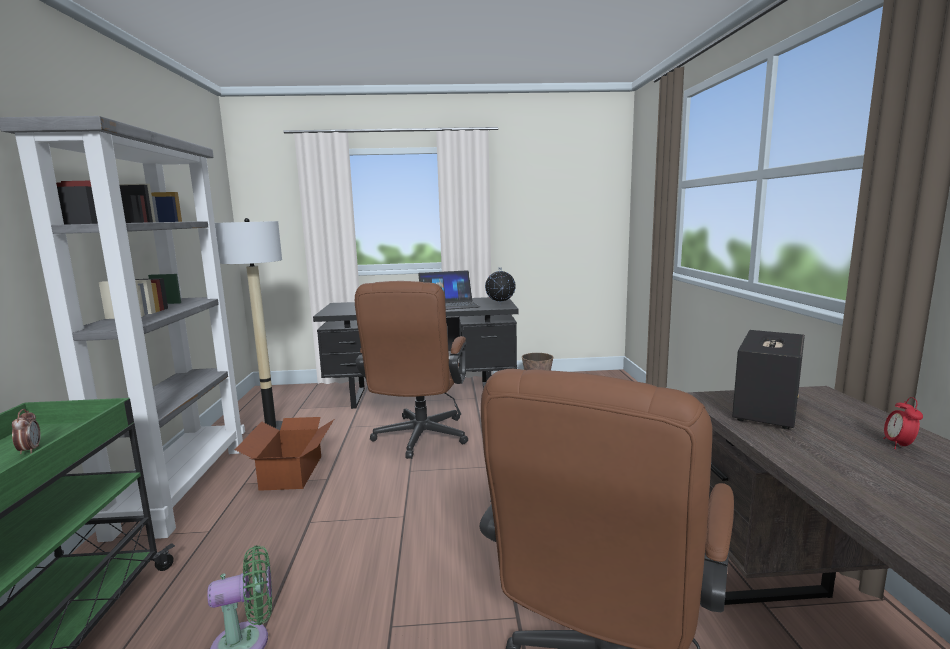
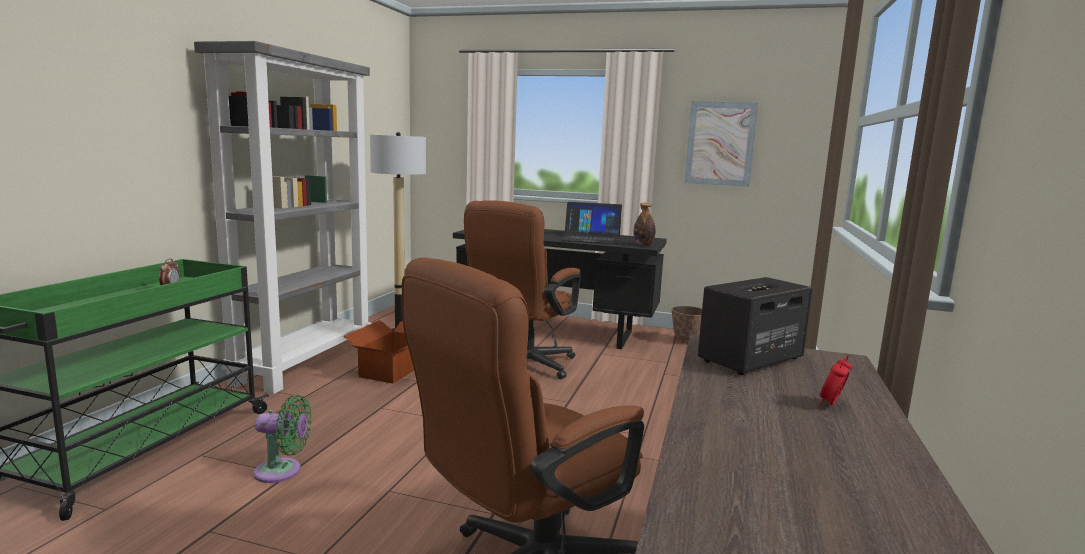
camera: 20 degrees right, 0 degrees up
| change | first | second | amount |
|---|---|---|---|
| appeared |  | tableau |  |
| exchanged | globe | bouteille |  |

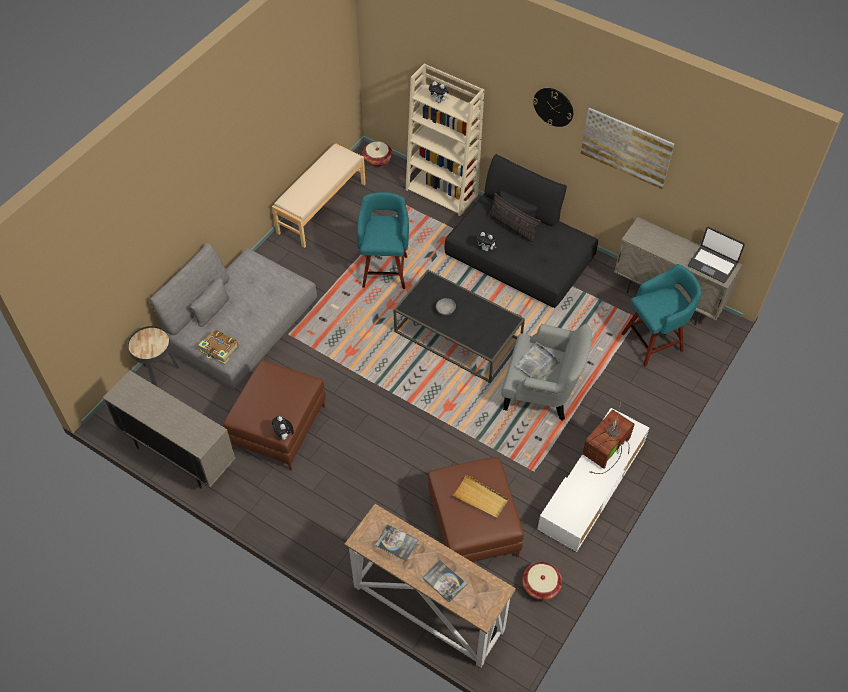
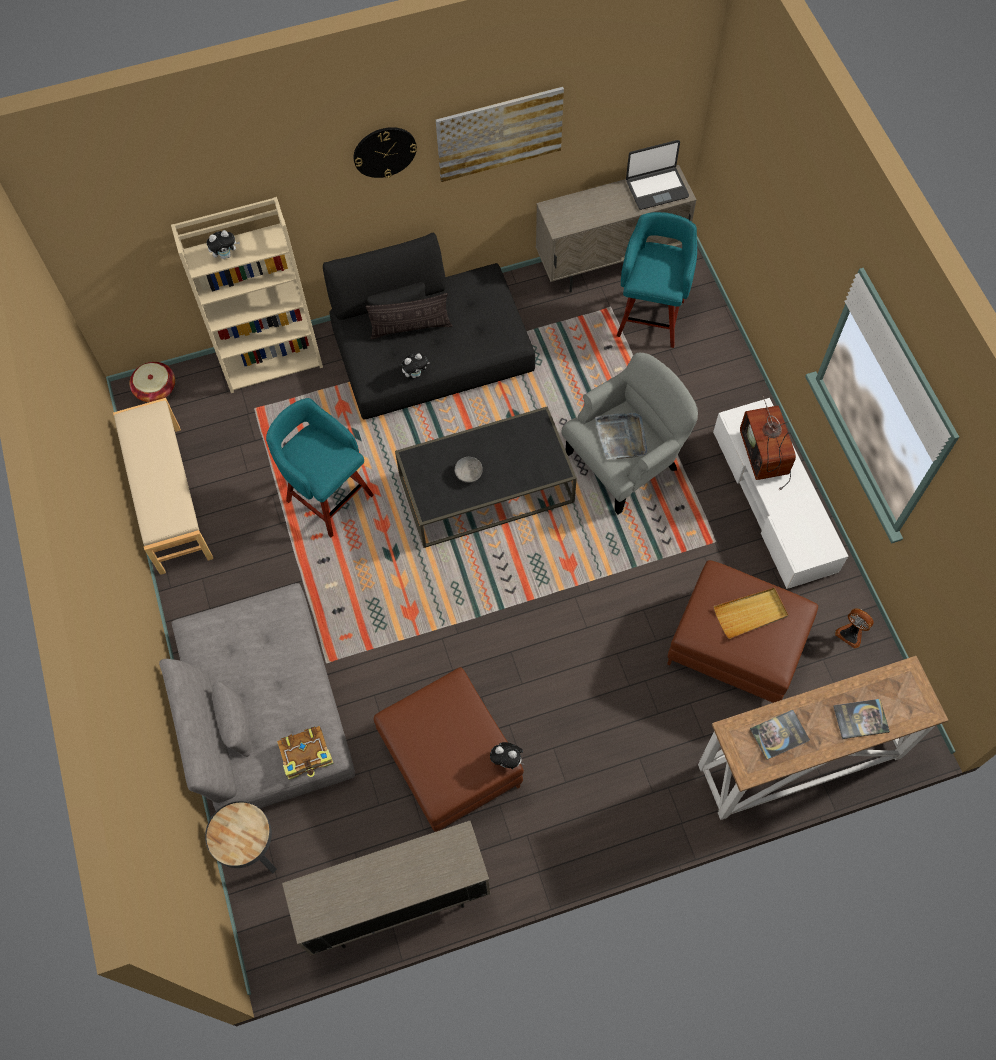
camera: 50 degrees left, 10 degrees up
| change | first | second | amount |
|---|---|---|---|
| exchanged | panier (no. 2 from left) | ventilateur |  |

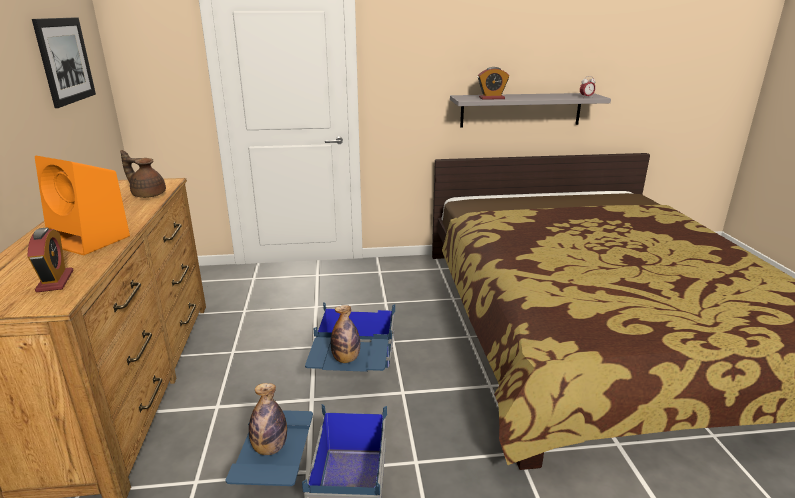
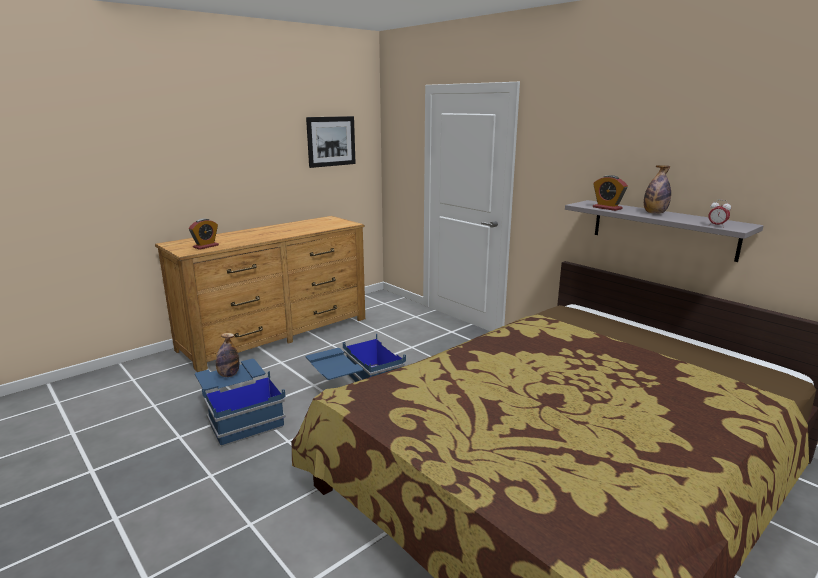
camera: 55 degrees right, 5 degrees down
| change | first | second | amount |
|---|---|---|---|
| missing | enceinte/orange |  |  |
| missing | théière/marron |  |  |
| relocated | bouteille (no. 2 from left) |  |  |

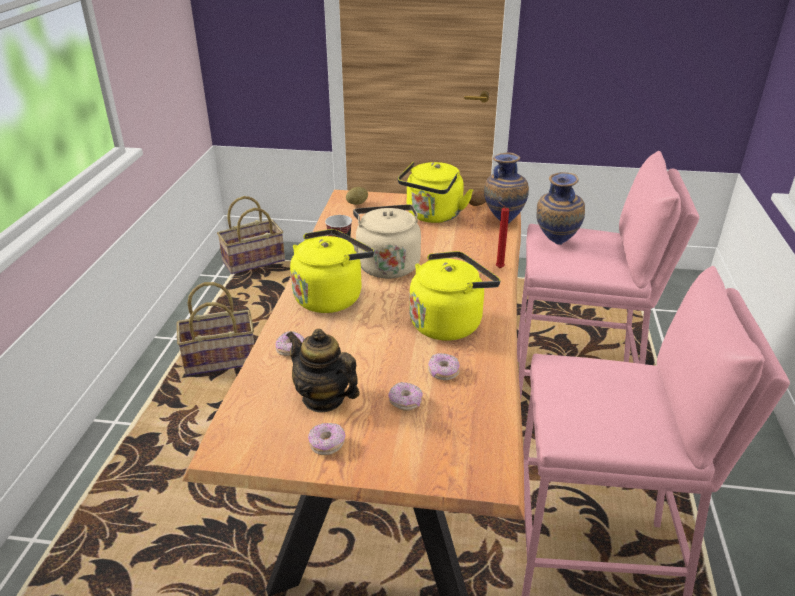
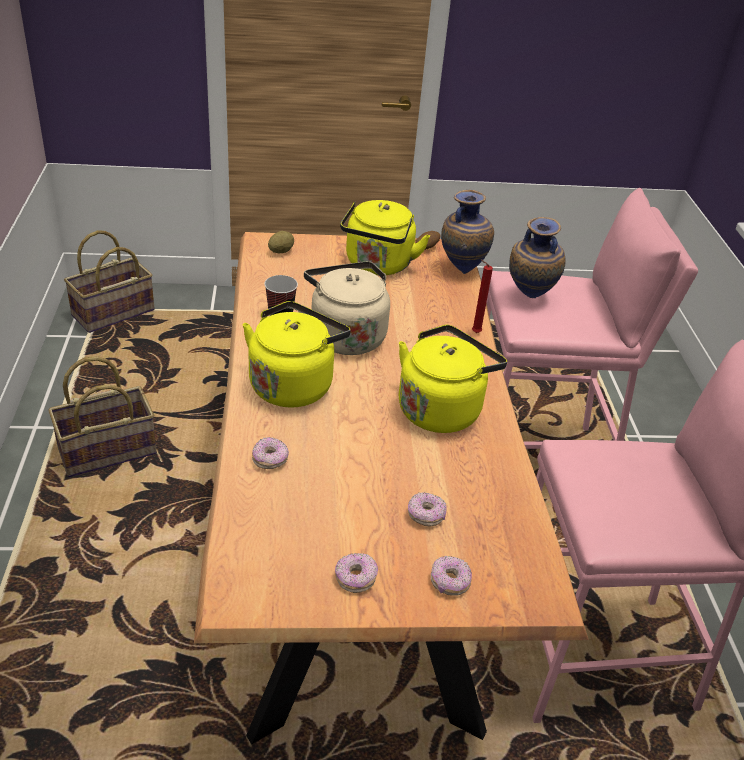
camera: 15 degrees left, 5 degrees up
| change | first | second | amount |
|---|---|---|---|
| missing | théière |  |  |
| relocated | beignet (no. 4 from left) |  |  |

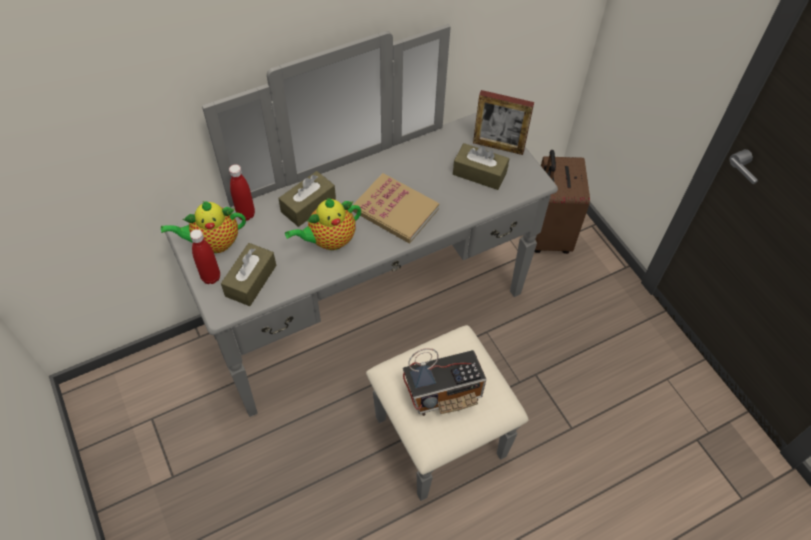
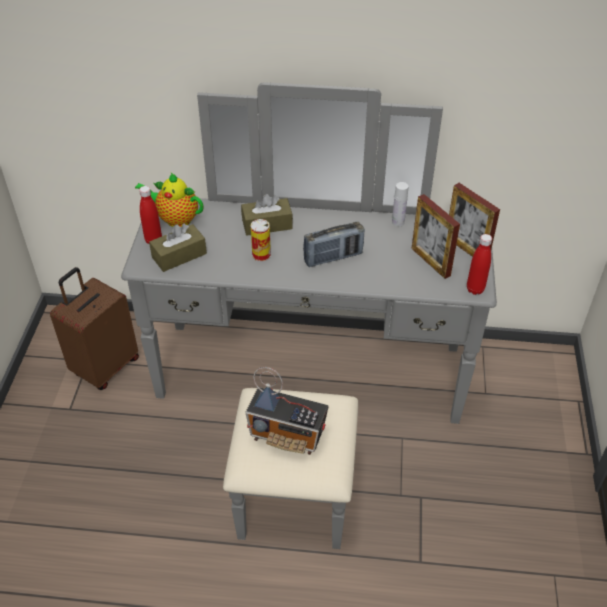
camera: 35 degrees right, 10 degrees down
| change | first | second | amount |
|---|---|---|---|
| appeared |  | bouteille/blanc |  |
| relocated | bouteille/rouge (no. 2 from left) |  |  |
| relocated | valise/marron |  |  |
| exchanged | théière (no. 2 from left) | boîte métallique |  |
| exchanged | livre | radio (no. 2 from left) |  |
| exchanged | boîte à mouchoirs/marron (no. 3 from left) | cadre photo (no. 1 from left) |  |

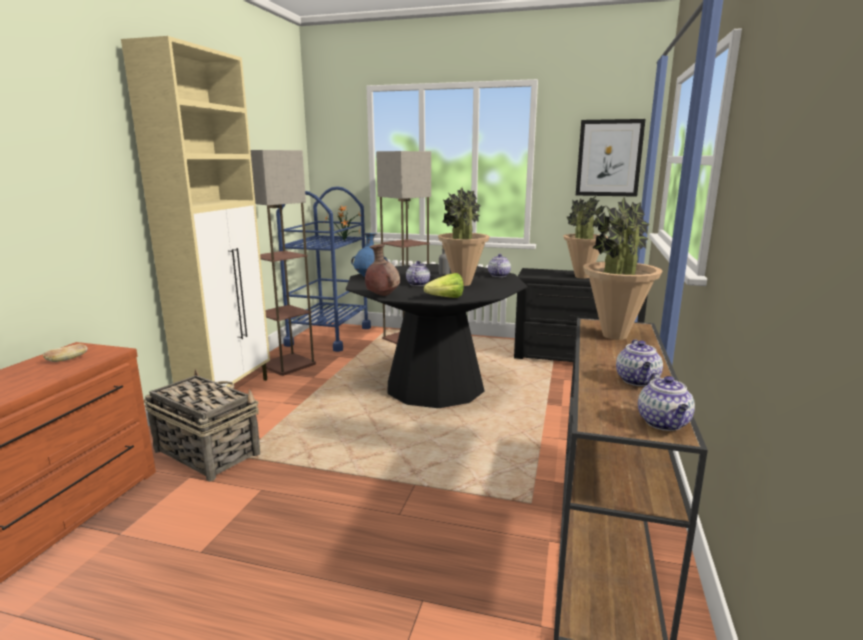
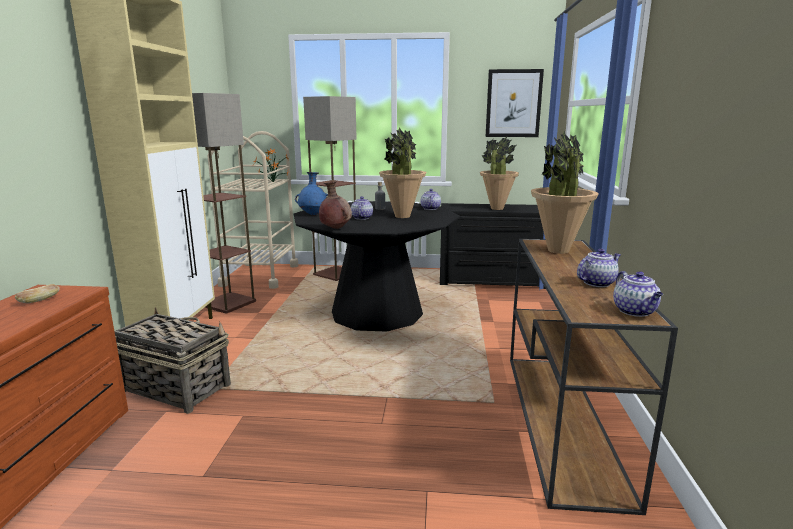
camera: 10 degrees left, 0 degrees up
| change | first | second | amount |
|---|---|---|---|
| missing | laitue |  |  |
| colour | chariot/bleu | chariot/beige |  |
| spun | théière (no. 3 from left) |  | 120 degrees counterclockwise |

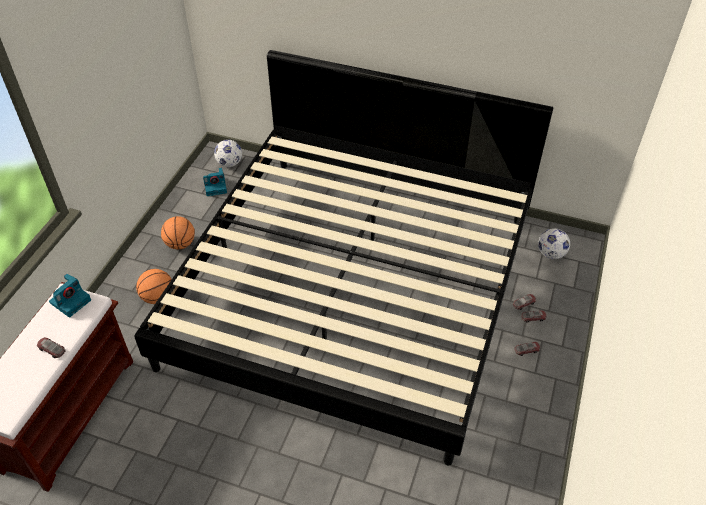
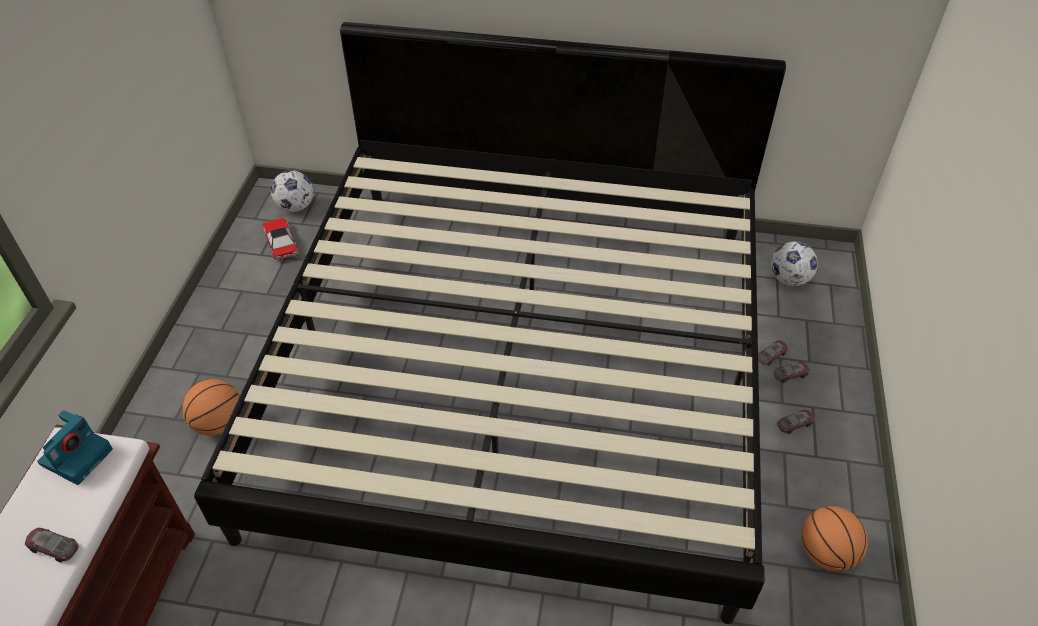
camera: 10 degrees left, 0 degrees up
| change | first | second | amount |
|---|---|---|---|
| relocated | ballon de basket (no. 2 from left) |  |  |
| exchanged | appareil photo (no. 2 from left) | petite voiture (no. 2 from left) |  |

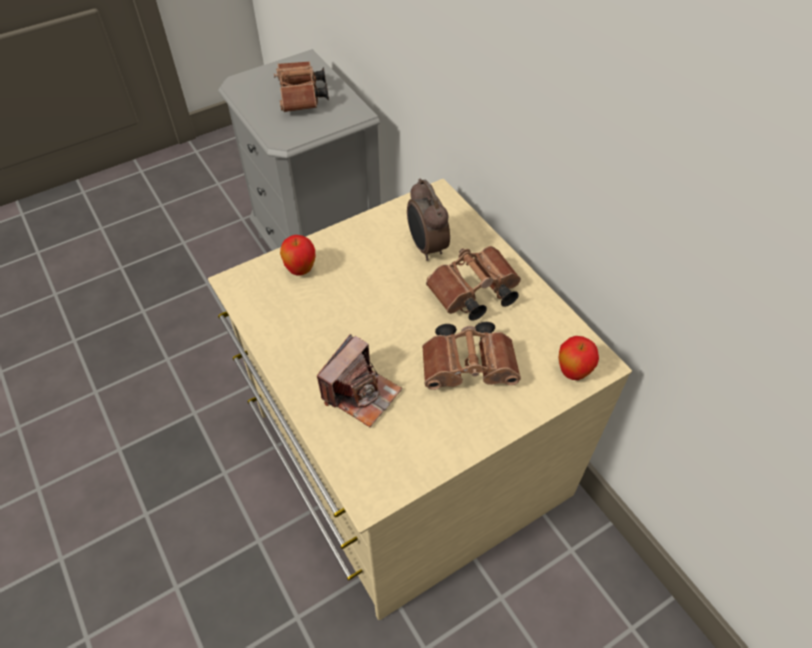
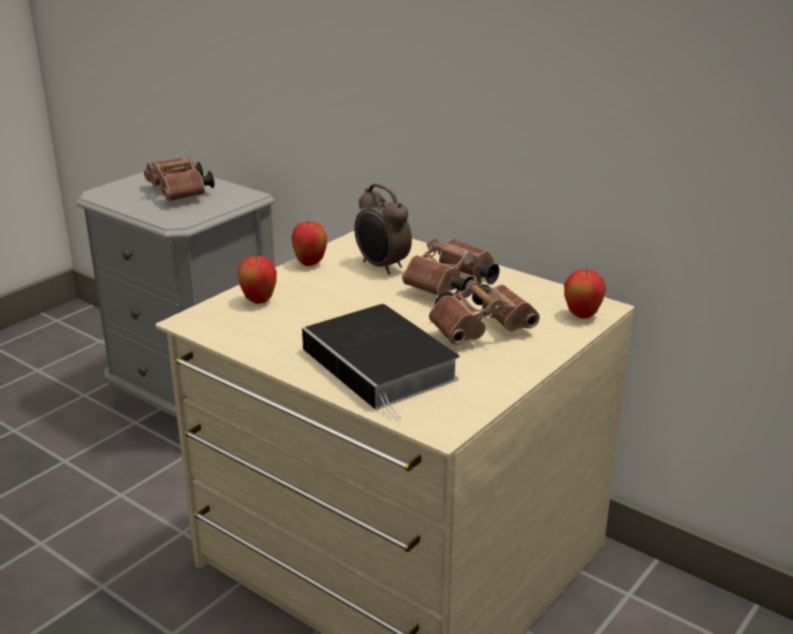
camera: 20 degrees left, 25 degrees down
| change | first | second | amount |
|---|---|---|---|
| appeared |  | pomme (no. 2 from left) |  |
| exchanged | appareil photo | livre |  |

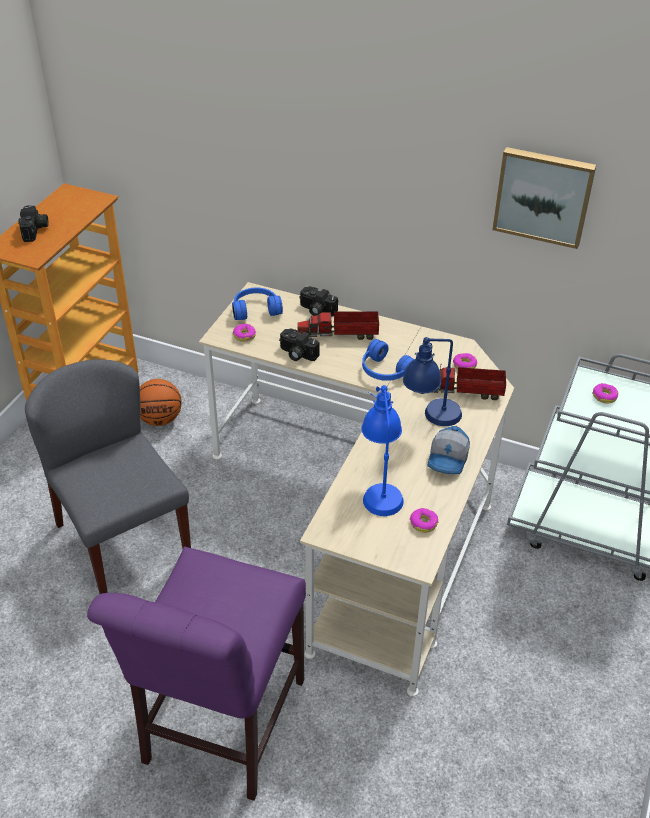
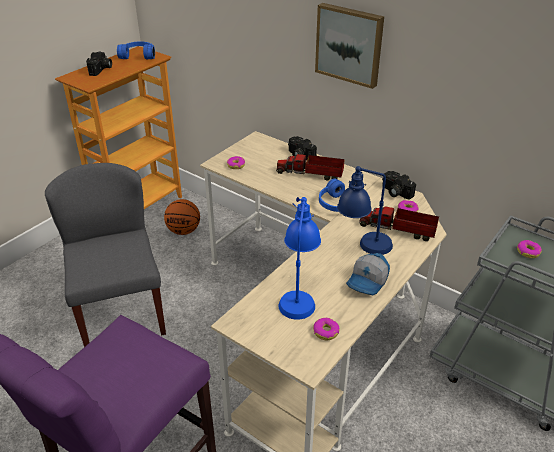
camera: 15 degrees right, 5 degrees down
| change | first | second | amount |
|---|---|---|---|
| relocated | casque audio/bleu (no. 1 from left) |  |  |
| relocated | appareil photo (no. 2 from left in the first image) | appareil photo (no. 3 from left) |  |
| relocated | tableau |  |  |

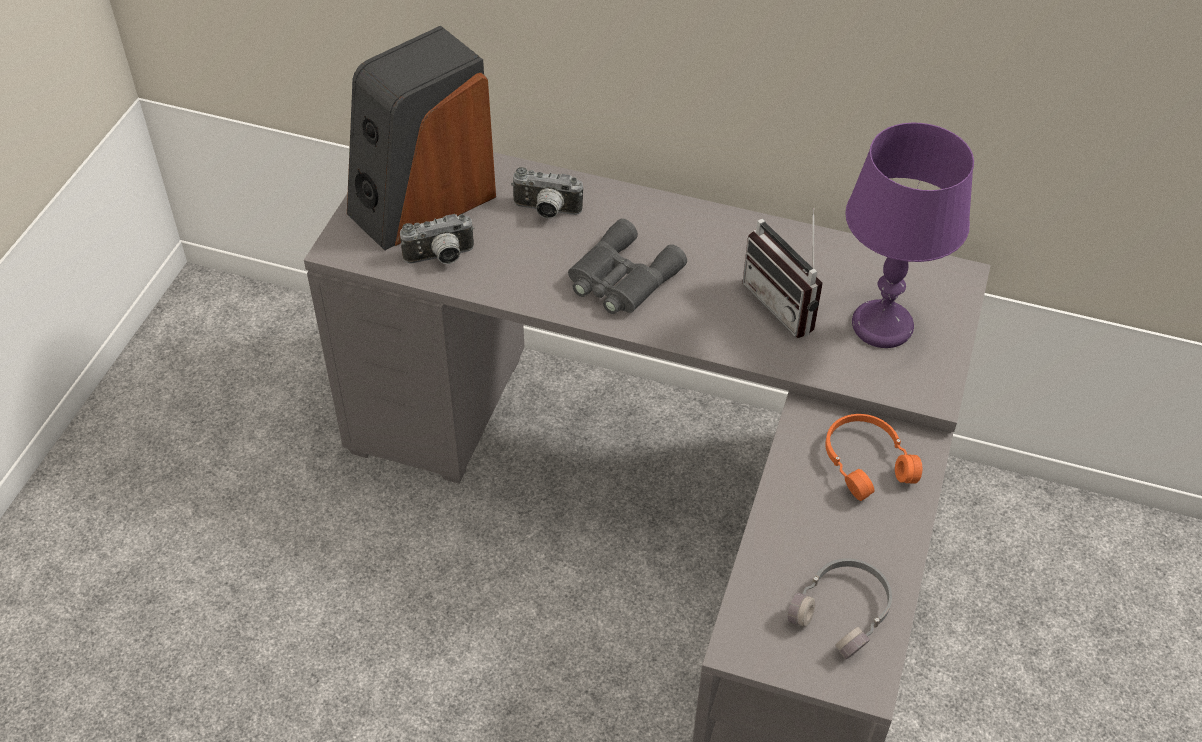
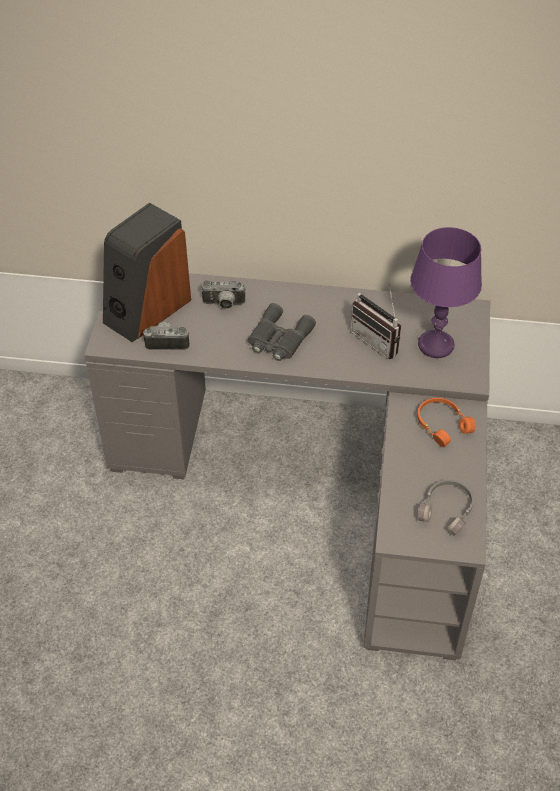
camera: 10 degrees left, 0 degrees up
| change | first | second | amount |
|---|---|---|---|
| spun | appareil photo (no. 1 from left) |  | 150 degrees counterclockwise |

